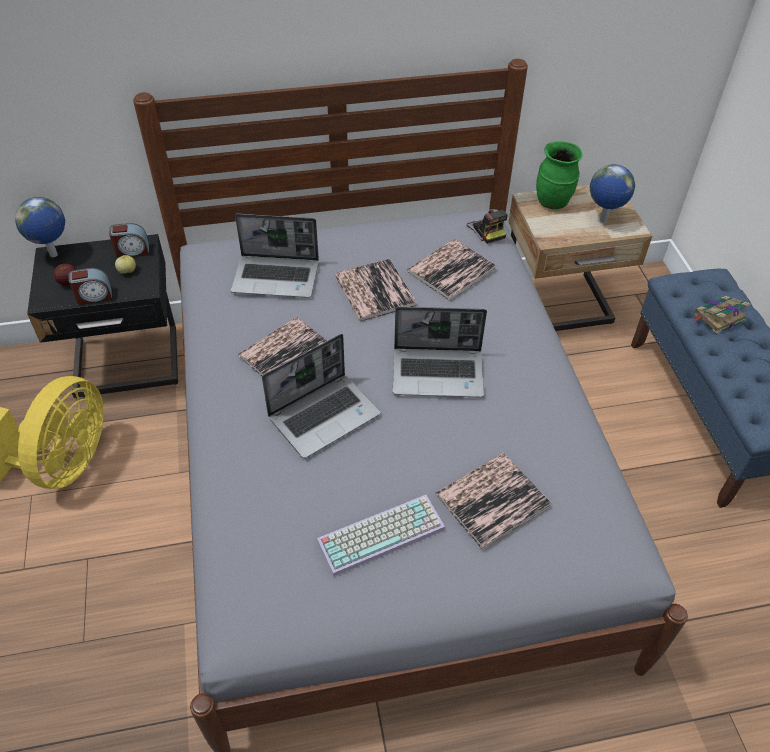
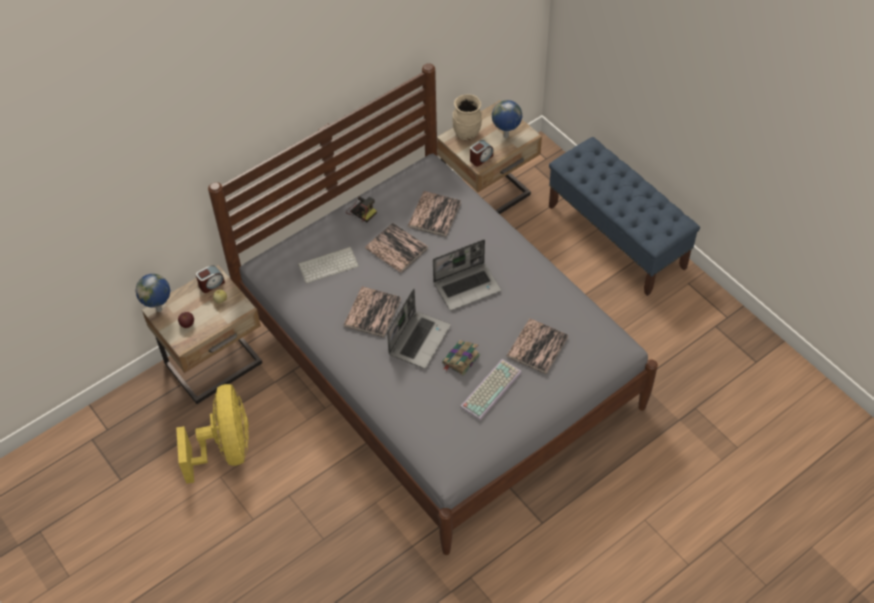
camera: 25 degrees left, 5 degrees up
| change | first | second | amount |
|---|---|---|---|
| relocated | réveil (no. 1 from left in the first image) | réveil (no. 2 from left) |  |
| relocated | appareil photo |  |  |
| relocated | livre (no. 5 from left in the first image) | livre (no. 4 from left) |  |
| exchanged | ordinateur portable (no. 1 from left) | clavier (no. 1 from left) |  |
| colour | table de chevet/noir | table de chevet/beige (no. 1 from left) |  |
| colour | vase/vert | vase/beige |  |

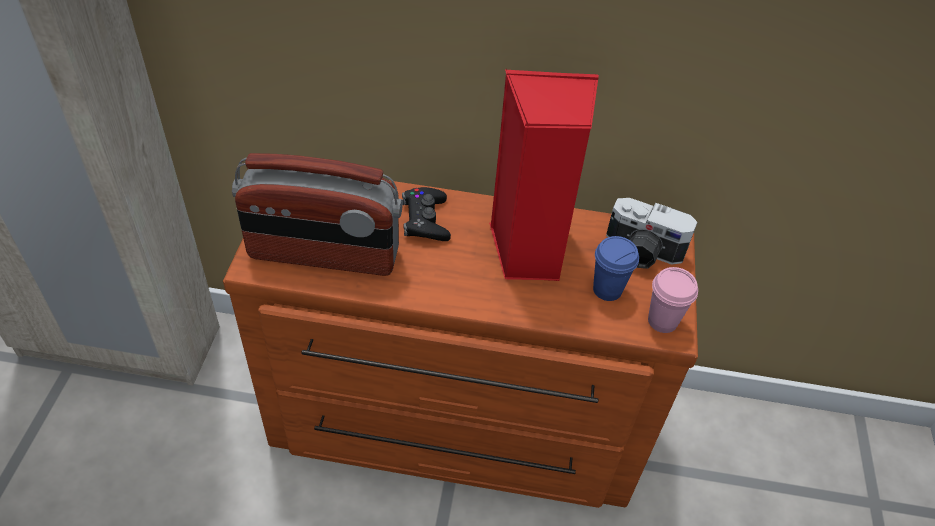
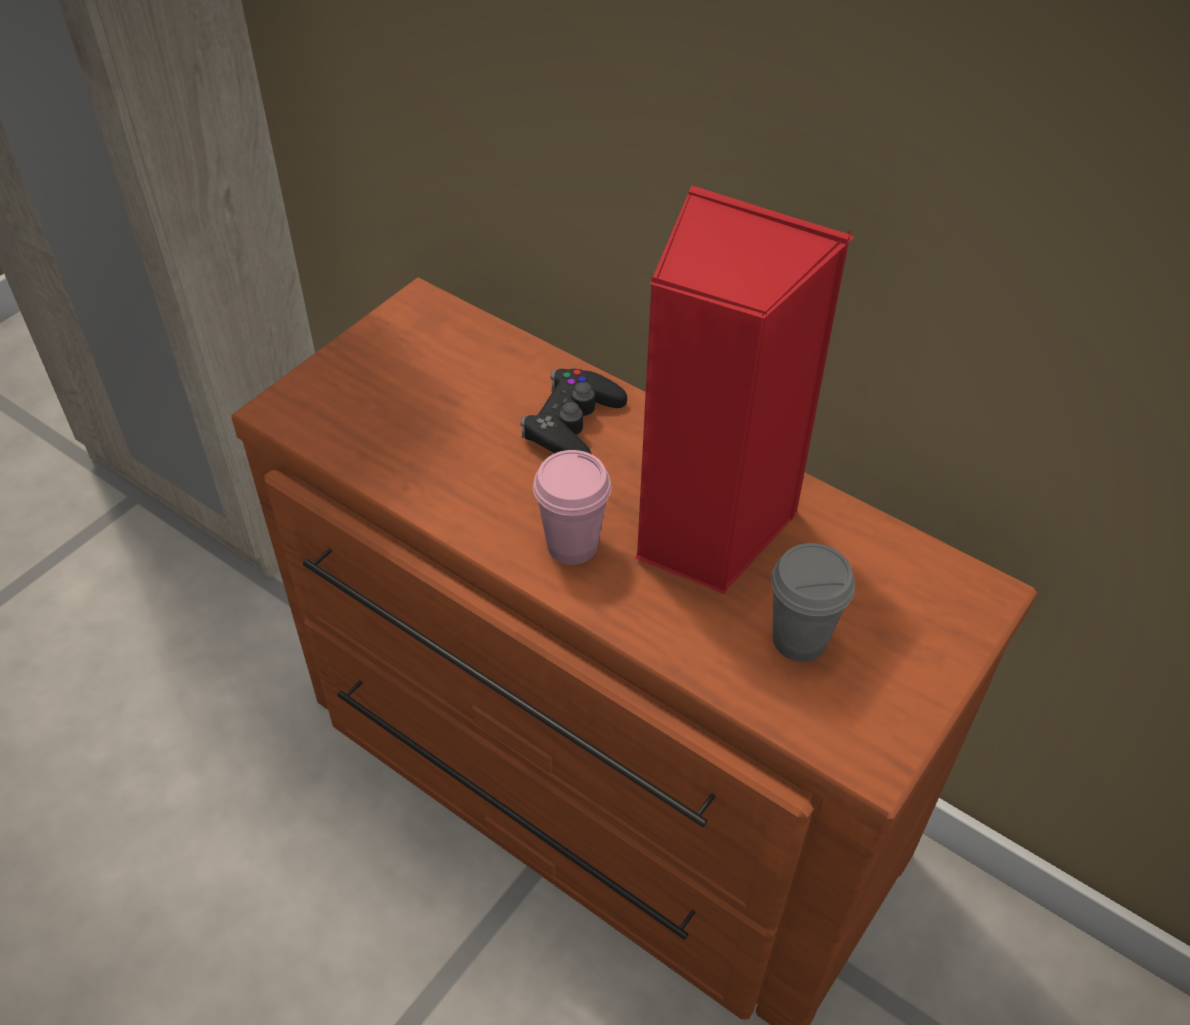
camera: 30 degrees right, 0 degrees up
| change | first | second | amount |
|---|---|---|---|
| missing | radio |  |  |
| missing | appareil photo |  |  |
| relocated | tasse/rose |  |  |
| colour | tasse/bleu | tasse/gris |  |

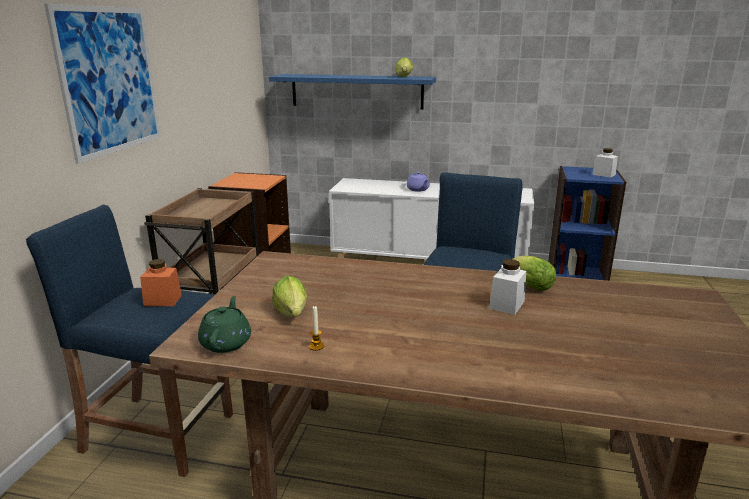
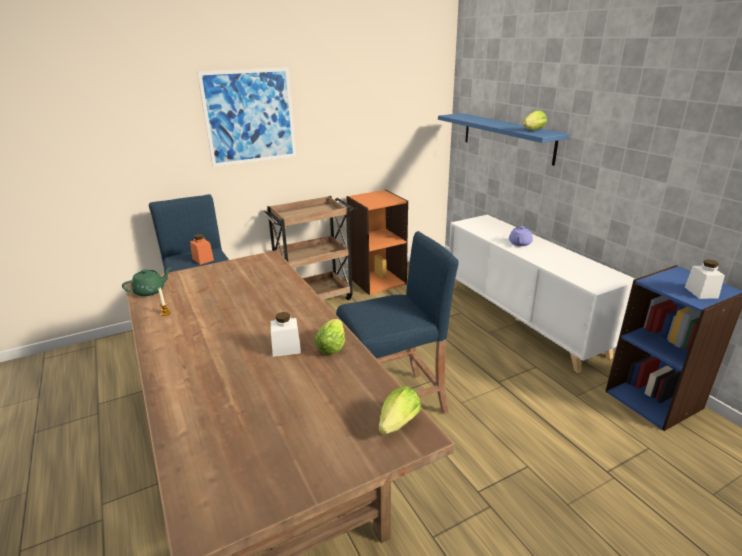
camera: 50 degrees right, 5 degrees up
| change | first | second | amount |
|---|---|---|---|
| relocated | laitue (no. 1 from left in the first image) | laitue (no. 2 from left) |  |

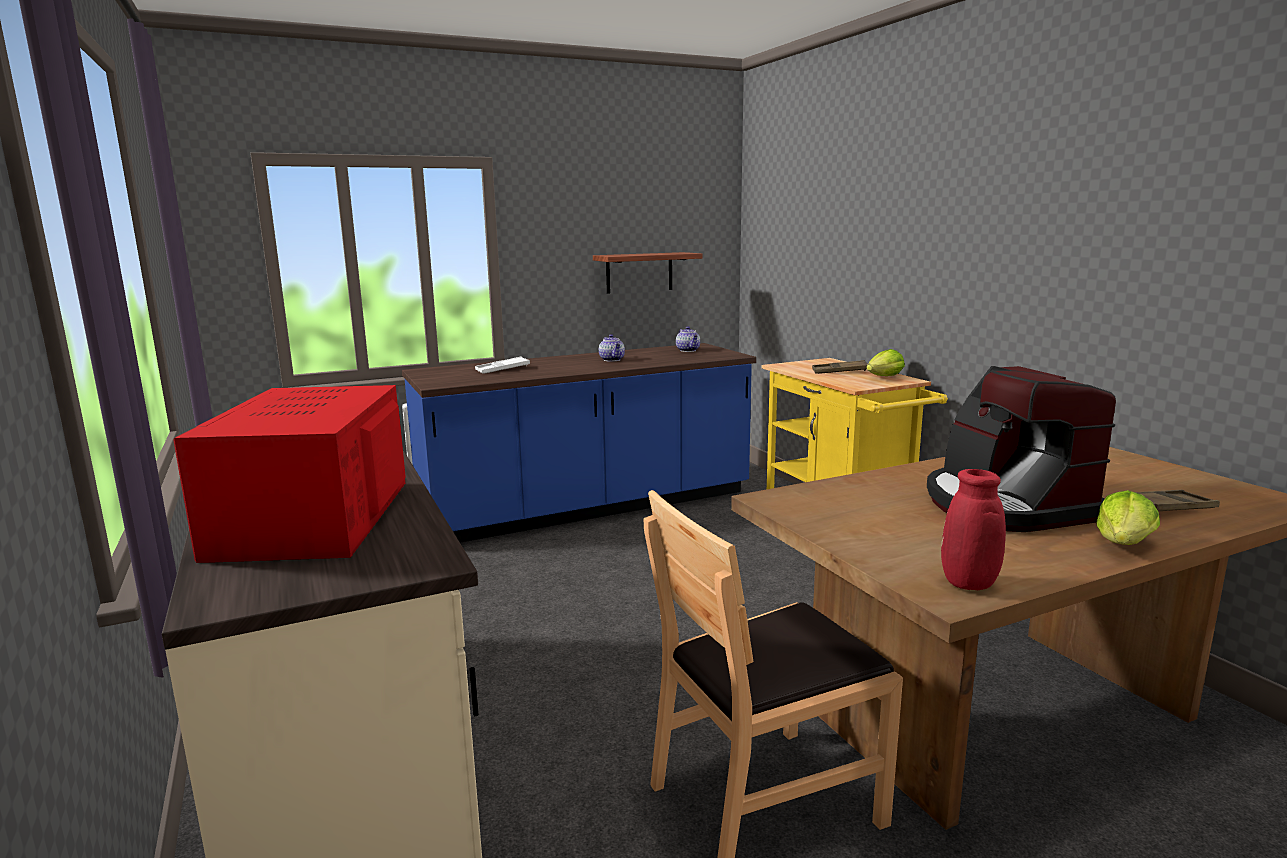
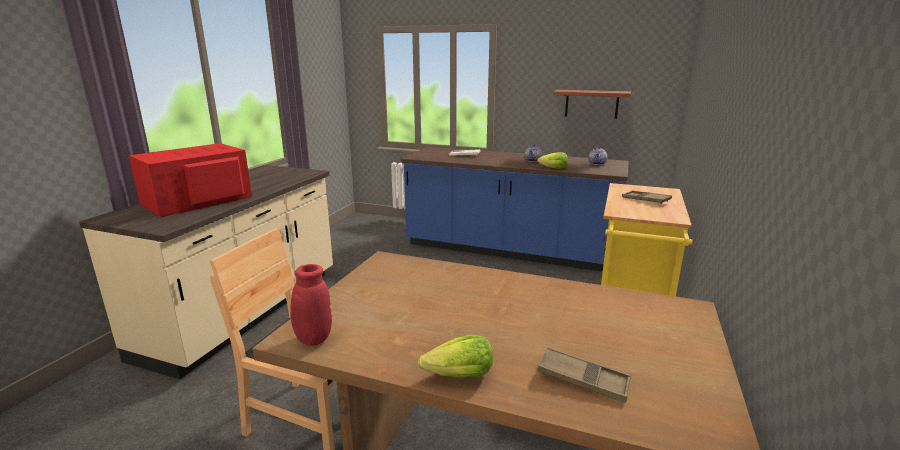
camera: 45 degrees right, 5 degrees up
| change | first | second | amount |
|---|---|---|---|
| missing | machine à café |  |  |
| relocated | laitue (no. 1 from left in the first image) | laitue (no. 2 from left) |  |

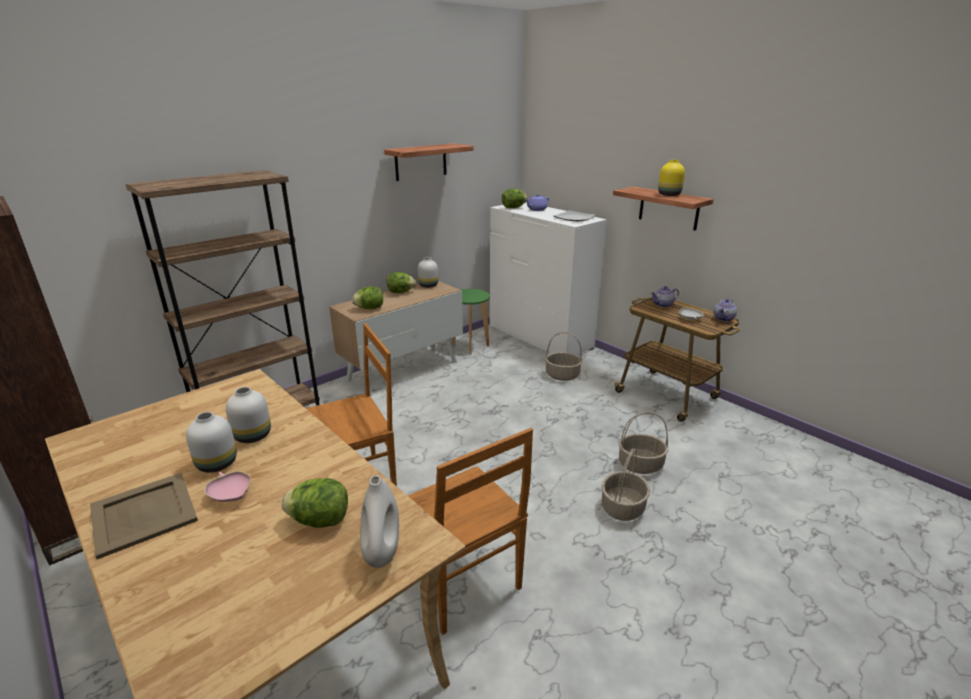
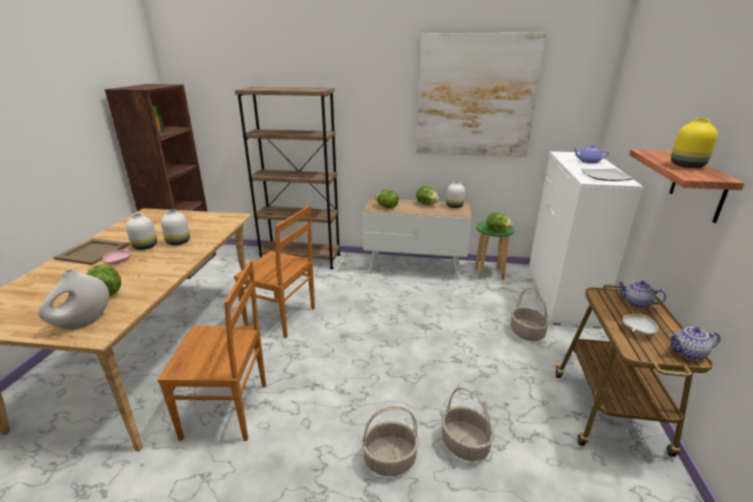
camera: 50 degrees right, 0 degrees up
| change | first | second | amount |
|---|---|---|---|
| relocated | laitue (no. 4 from left) |  |  |
| exchanged | étagère (no. 1 from left) | tableau |  |
| spun | chaise/marron (no. 2 from left in the first image) | chaise/marron (no. 1 from left) | 105 degrees counterclockwise |

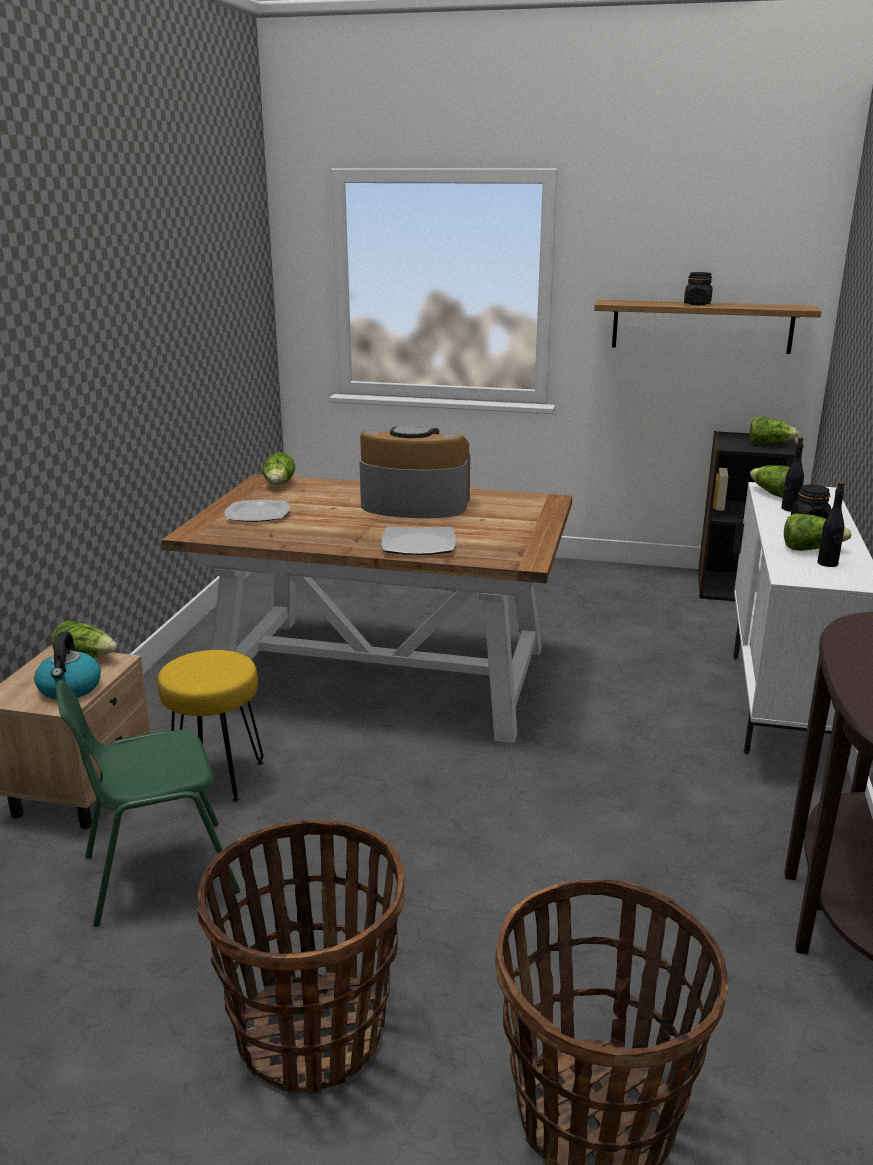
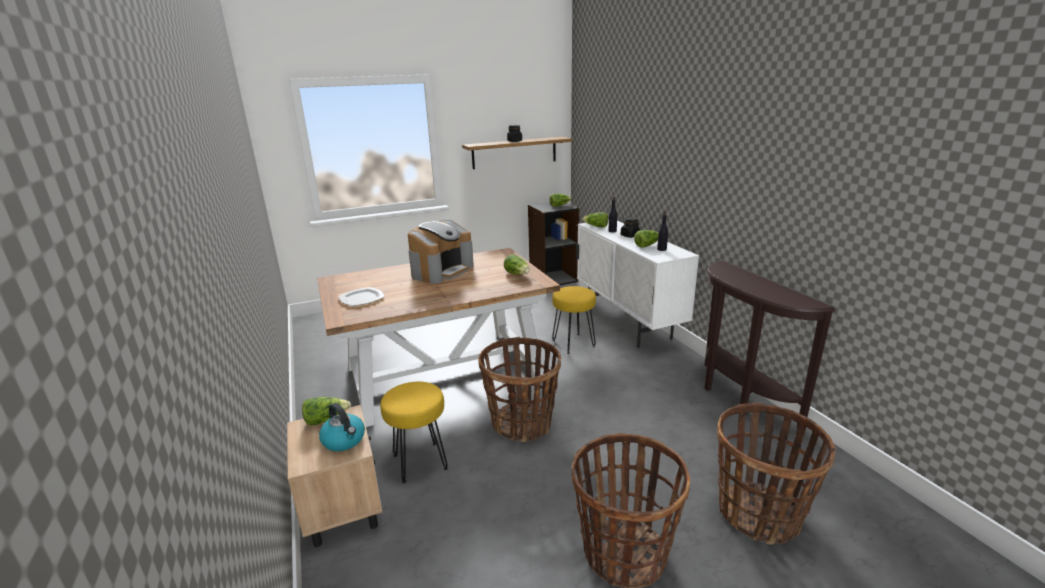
camera: 35 degrees left, 0 degrees up
| change | first | second | amount |
|---|---|---|---|
| missing | chaise/vert |  |  |
| missing | assiette (no. 2 from left) |  |  |
| appeared |  | panier (no. 1 from left) |  |
| appeared |  | tabouret/jaune (no. 2 from left) |  |
| relocated | laitue (no. 2 from left) |  |  |
| spun | machine à café |  | 150 degrees clockwise |

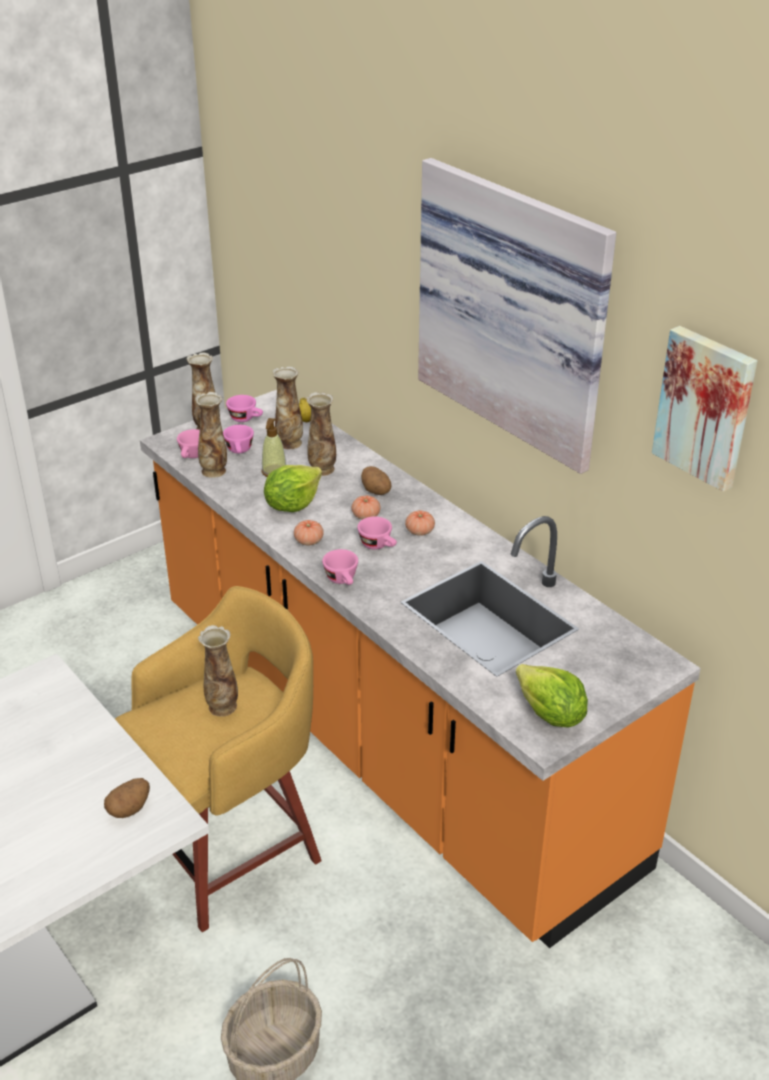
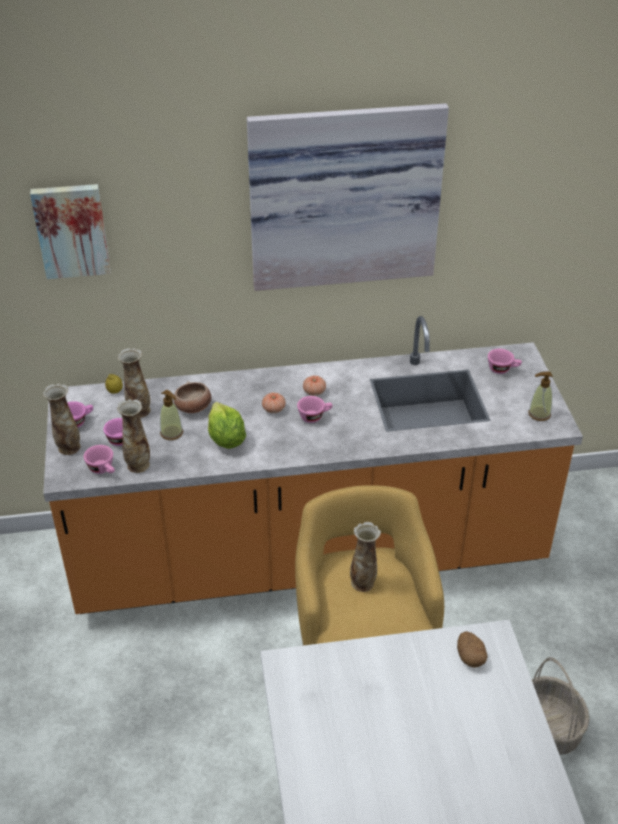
camera: 60 degrees left, 5 degrees up
| change | first | second | amount |
|---|---|---|---|
| missing | tomate (no. 1 from left) |  |  |
| missing | pomme de terre (no. 2 from left) |  |  |
| relocated | tasse/rose (no. 4 from left in the first image) | tasse/rose (no. 5 from left) |  |
| relocated | tableau (no. 2 from left in the first image) | tableau (no. 1 from left) |  |
| exchanged | vase (no. 5 from left) | bol |  |
| exchanged | laitue (no. 2 from left) | distributeur de savon (no. 2 from left) |  |

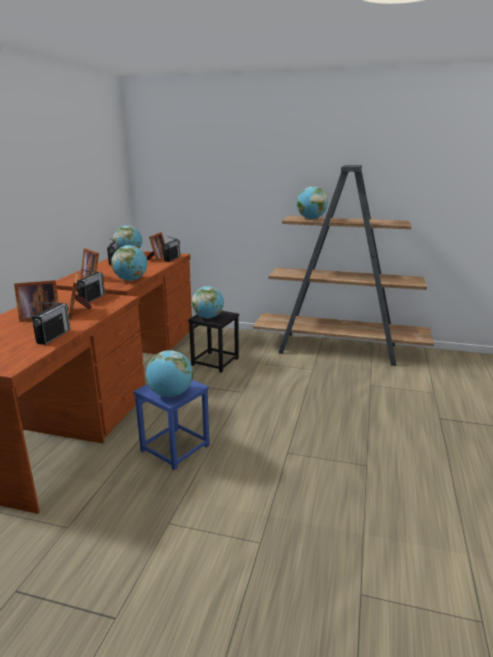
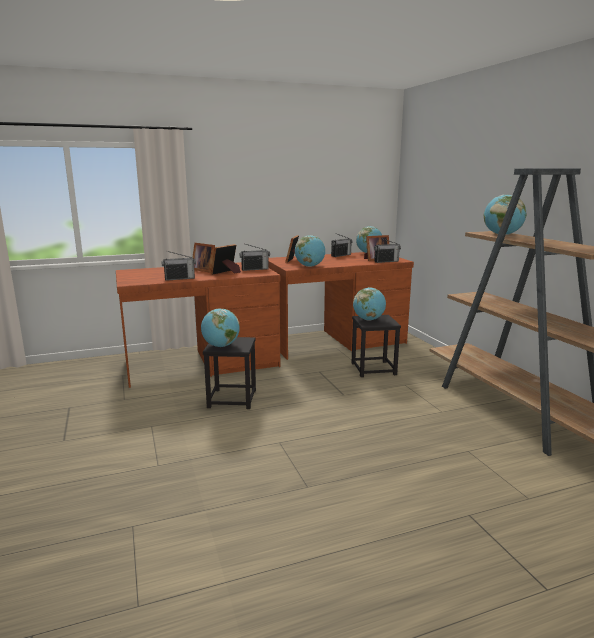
camera: 55 degrees right, 5 degrees down
| change | first | second | amount |
|---|---|---|---|
| colour | tabouret/bleu | tabouret/noir (no. 1 from left) |  |

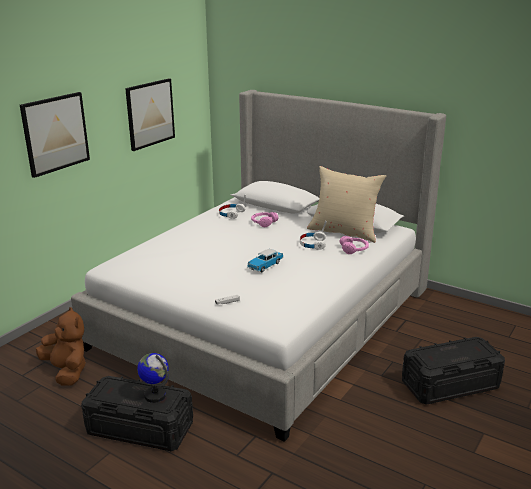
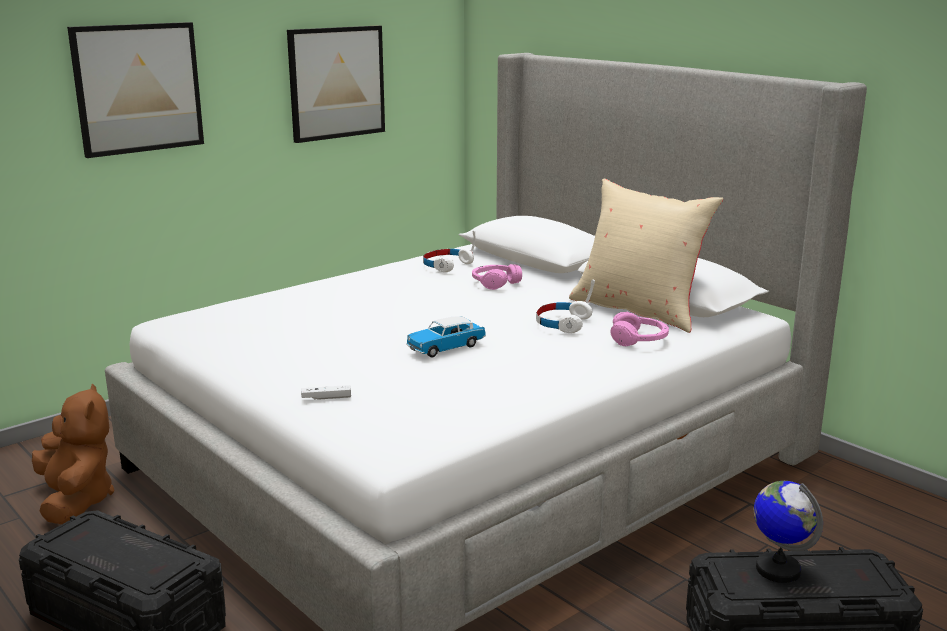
camera: 15 degrees right, 5 degrees down
| change | first | second | amount |
|---|---|---|---|
| relocated | globe |  |  |

